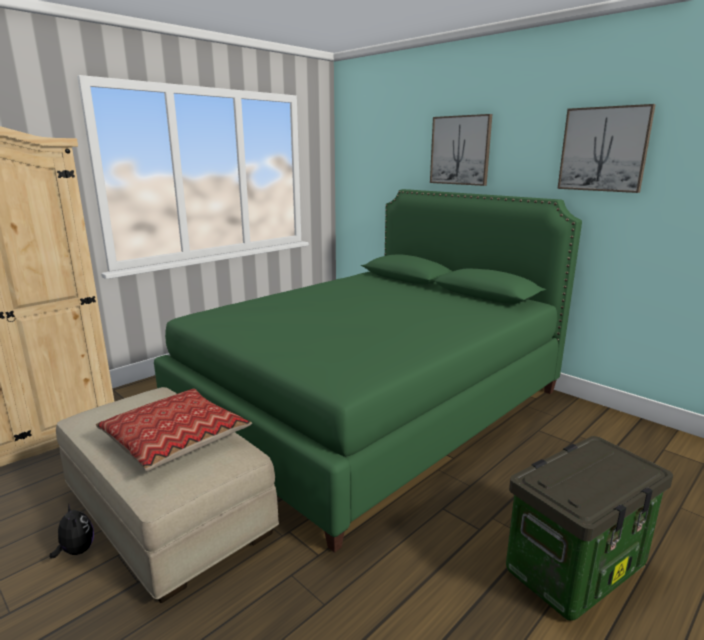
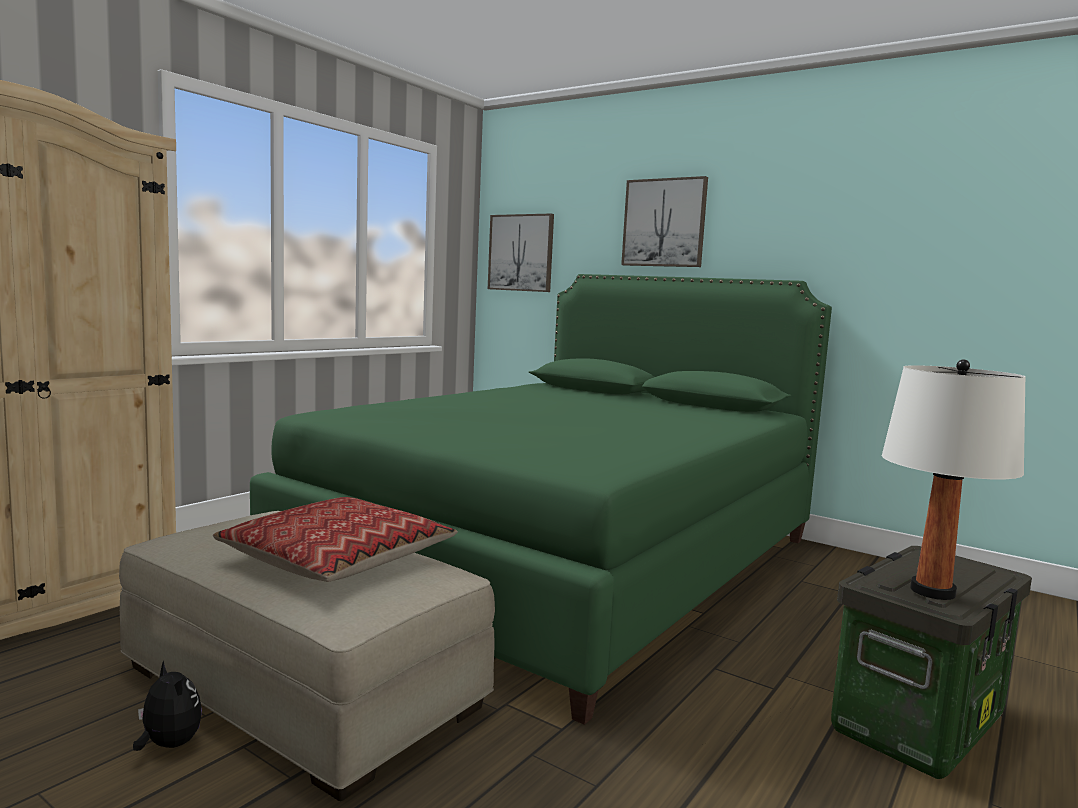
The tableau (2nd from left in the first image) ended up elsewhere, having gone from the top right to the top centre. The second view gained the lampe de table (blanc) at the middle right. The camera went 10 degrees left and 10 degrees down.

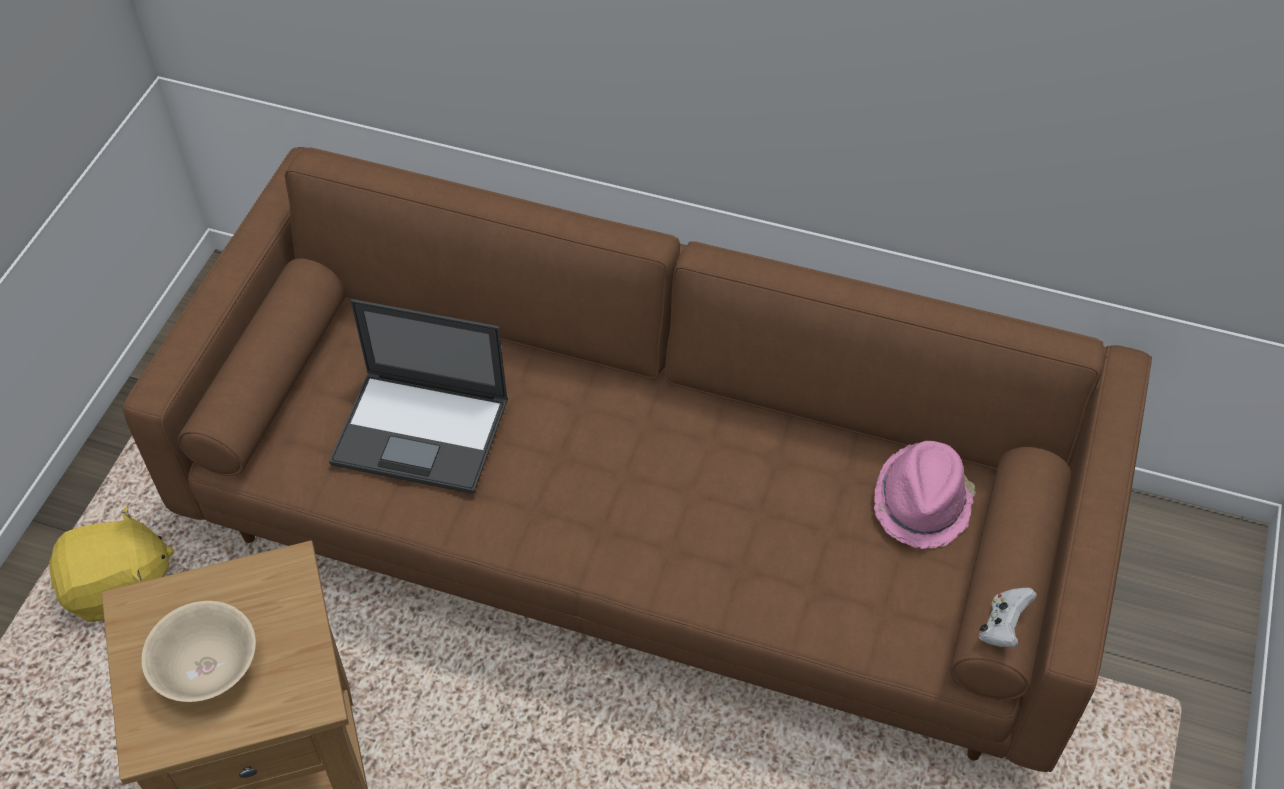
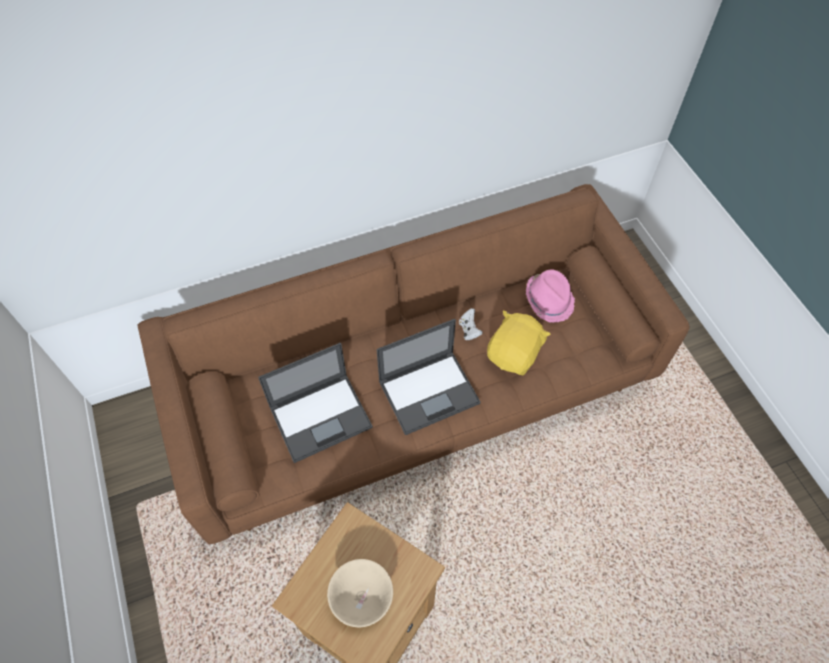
The second view gained the ordinateur portable (2nd from left) at the centre. The manette (blanc) ended up elsewhere, having gone from the bottom right to the centre. The peluche (jaune) ended up elsewhere, having gone from the bottom left to the centre. The camera went 40 degrees left and 5 degrees up.

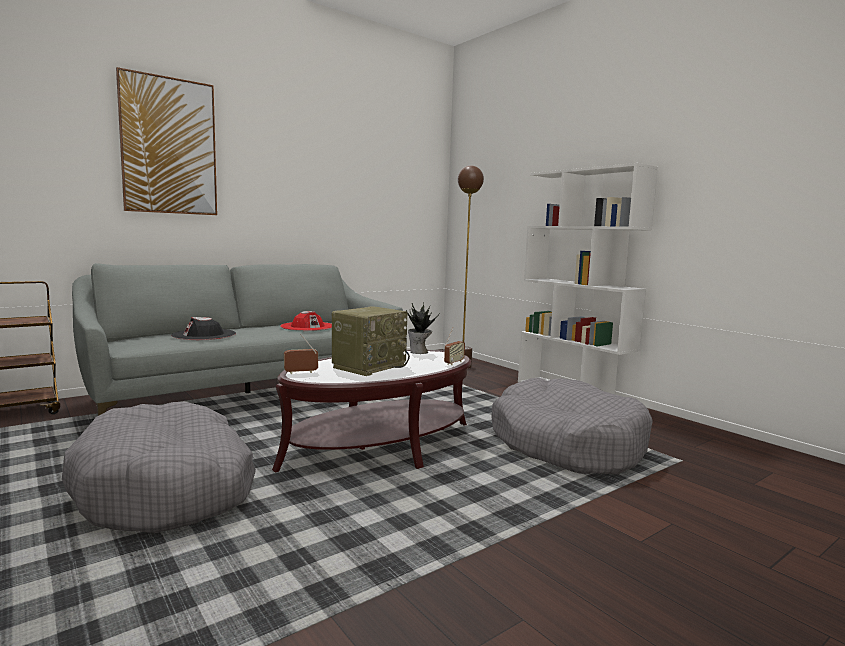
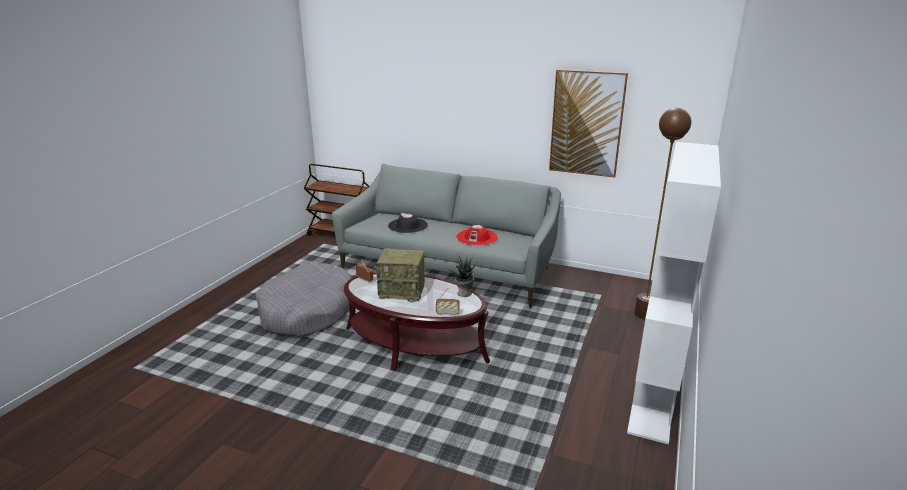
The tableau ended up elsewhere, having gone from the top left to the top centre. The second view lost the panier pour chien (gris) (2nd from left) at the middle right. The camera went 60 degrees right and 15 degrees up.

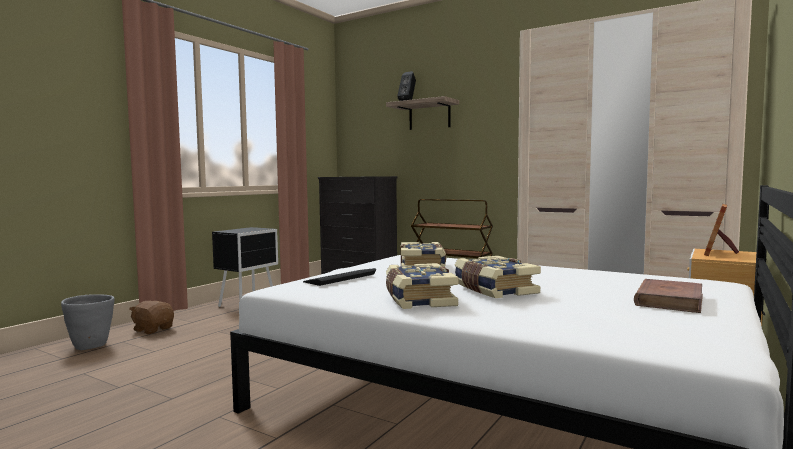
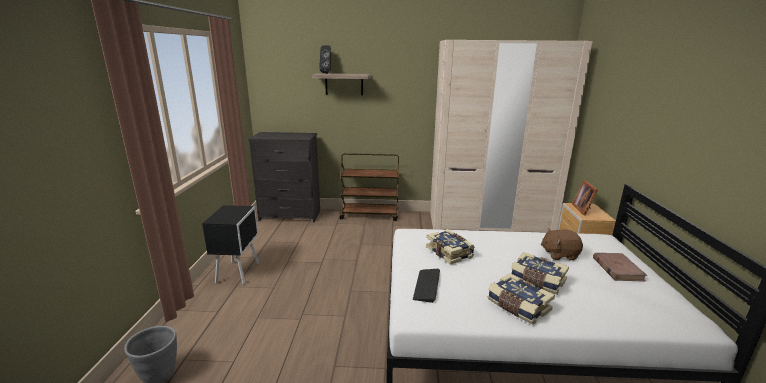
The peluche (marron) ended up elsewhere, having gone from the bottom left to the middle right. The camera went 30 degrees left and 15 degrees up.

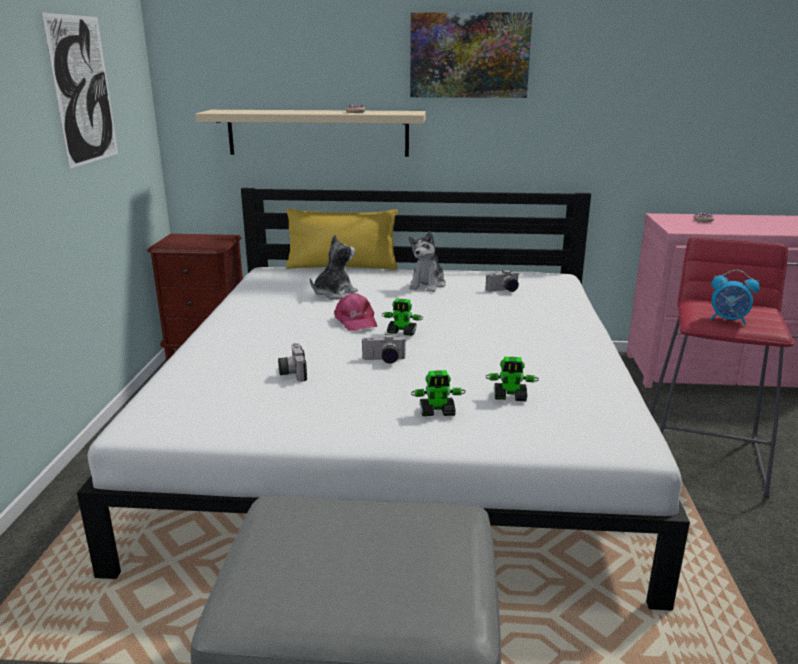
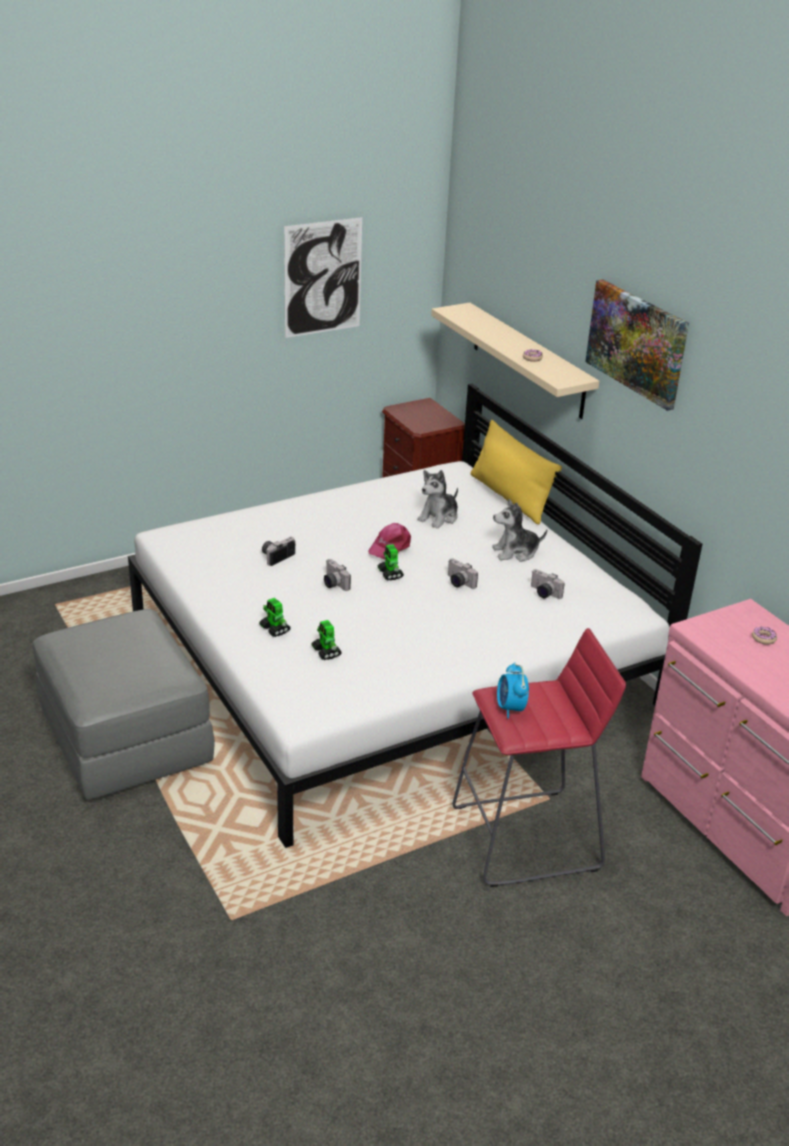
The peluche (1st from left) at the centre ended up facing another way, 120 degrees clockwise from before. The second view gained the appareil photo (3rd from left) at the centre. The camera went 55 degrees right and 10 degrees up.

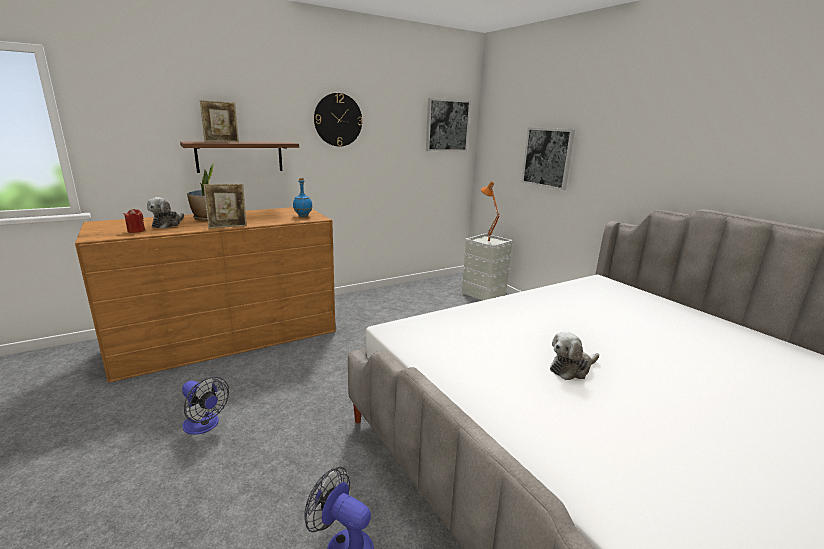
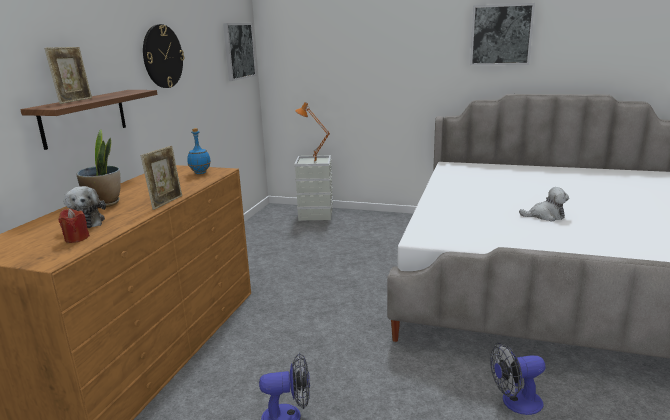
The tableau (2nd from left) ended up elsewhere, having gone from the top centre to the top right. The peluche (2nd from left) at the middle right ended up facing another way, 105 degrees counterclockwise from before. The camera went 40 degrees left and 0 degrees up.

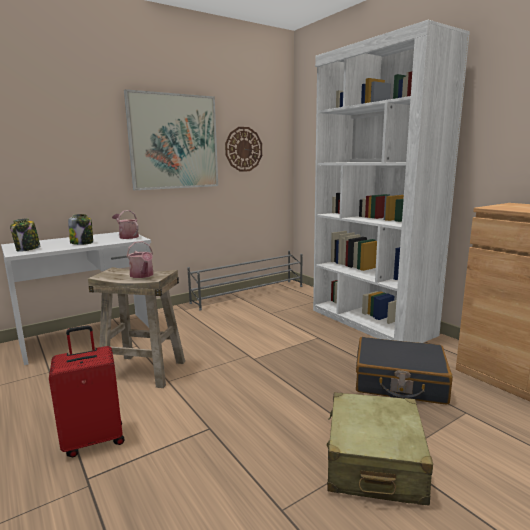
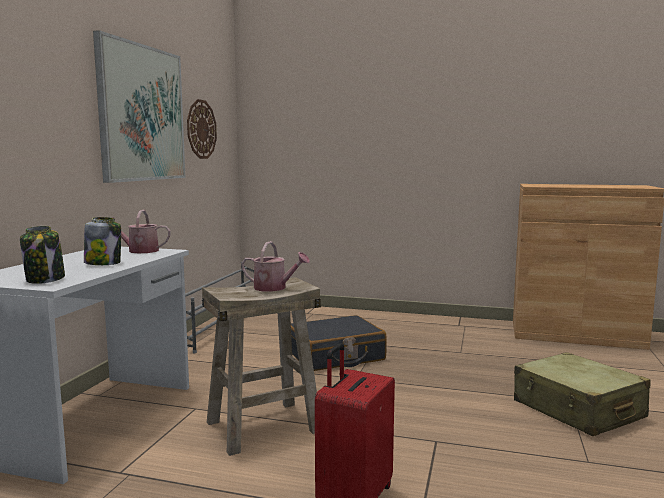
The valise (noir) ended up elsewhere, having gone from the bottom right to the bottom centre. The second view lost the bibliothèque (blanc) at the middle right. The camera went 40 degrees left and 5 degrees down.

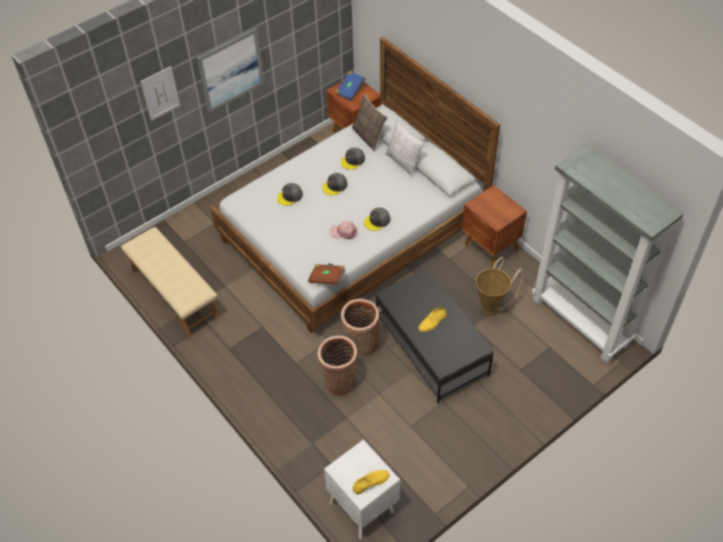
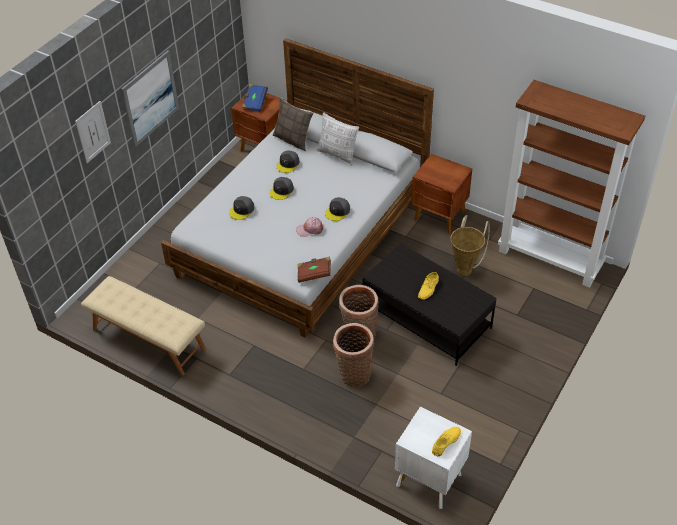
What was the bibliothèque (gris) at the middle right turned into the bibliothèque (marron) at the middle right. The camera went 20 degrees left and 5 degrees down.

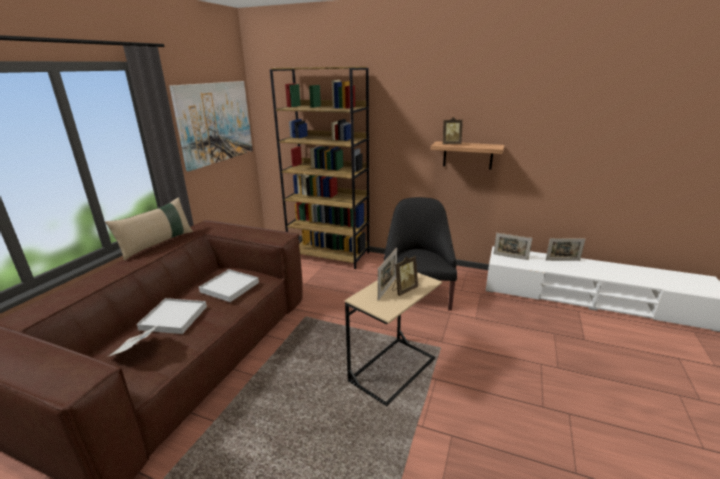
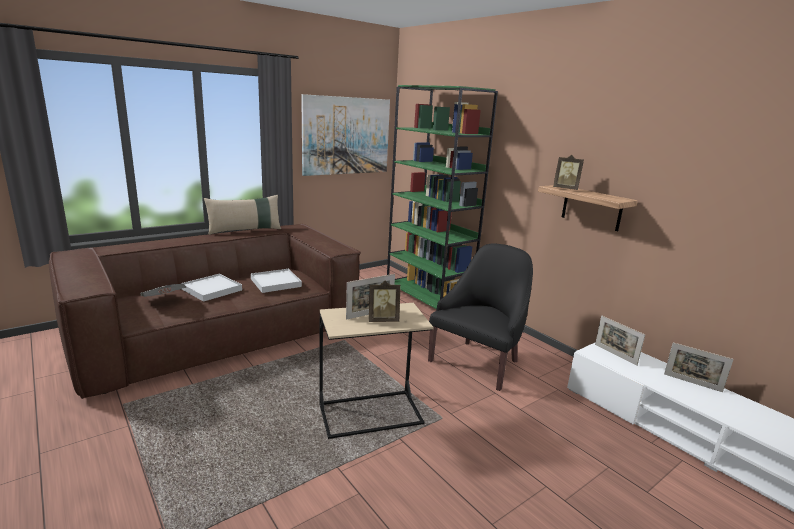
What was the bibliothèque (marron) at the centre turned into the bibliothèque (vert) at the centre. The camera went 30 degrees right and 5 degrees down.

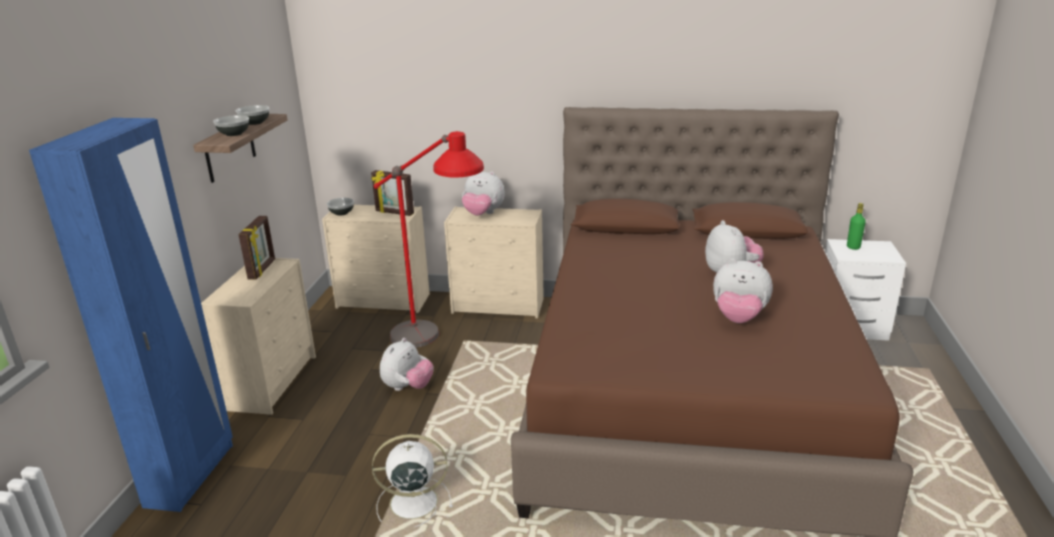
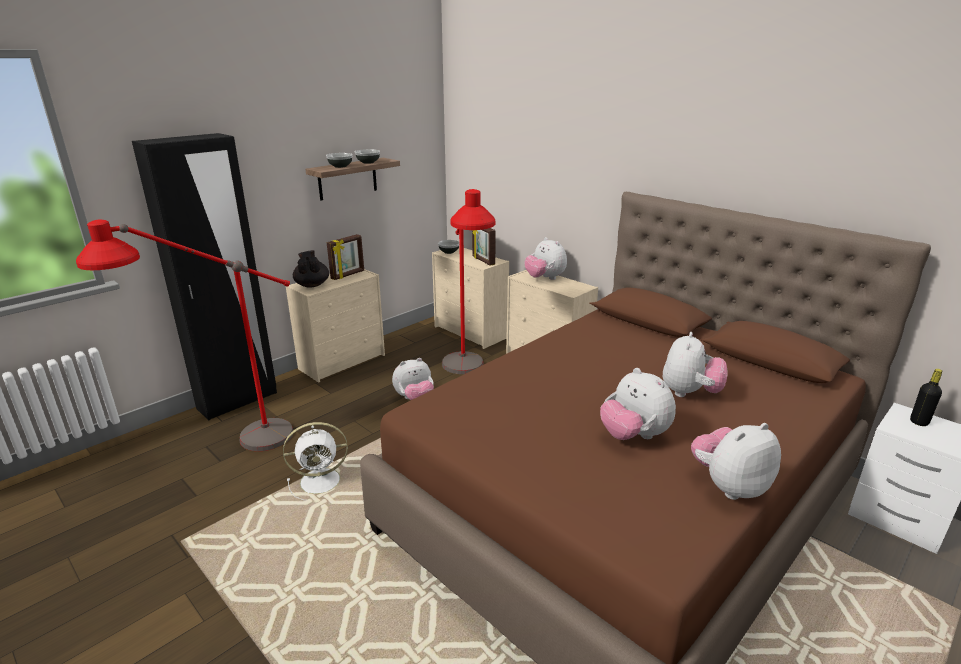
The second view gained the lampadaire (rouge) (1st from left) at the middle left. What was the armoire (bleu) at the middle left turned into the armoire (noir) at the middle left. The ventilateur (blanc) at the bottom centre ended up facing another way, 135 degrees clockwise from before. The second view gained the théière (noir) at the middle left. The second view gained the peluche (5th from left) at the bottom right. What was the bouteille (vert) at the middle right turned into the bouteille (noir) at the middle right. The camera went 35 degrees right and 0 degrees up.

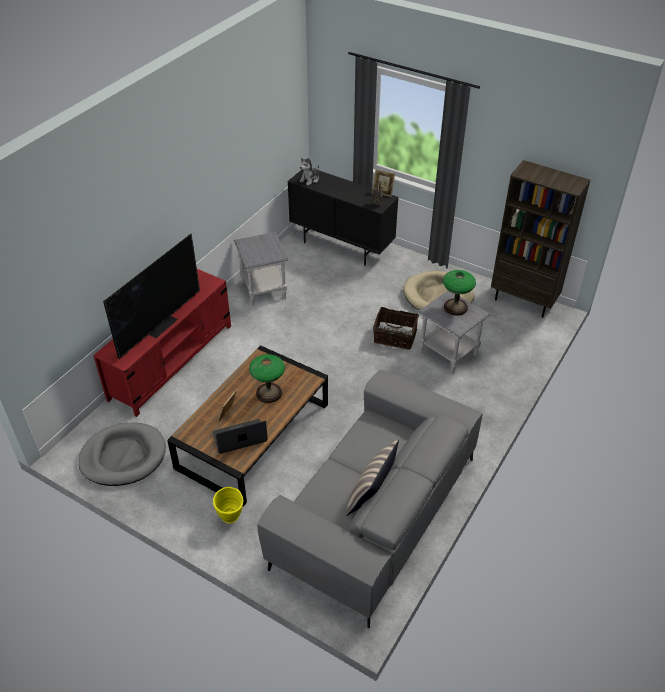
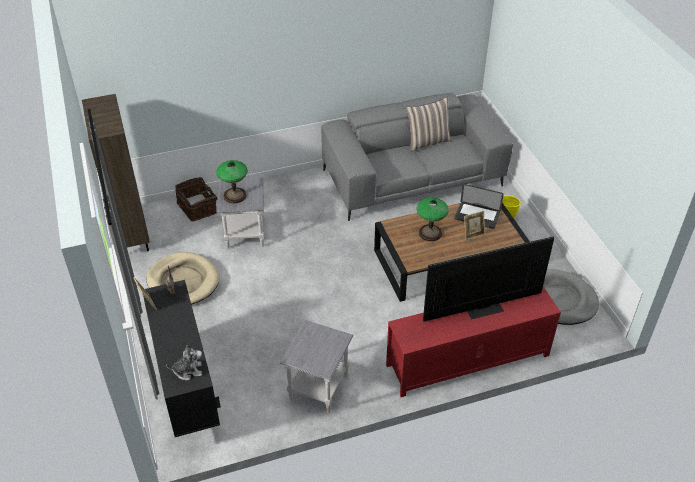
The panier ended up elsewhere, having gone from the centre to the middle left. The camera went 140 degrees left and 0 degrees up.

